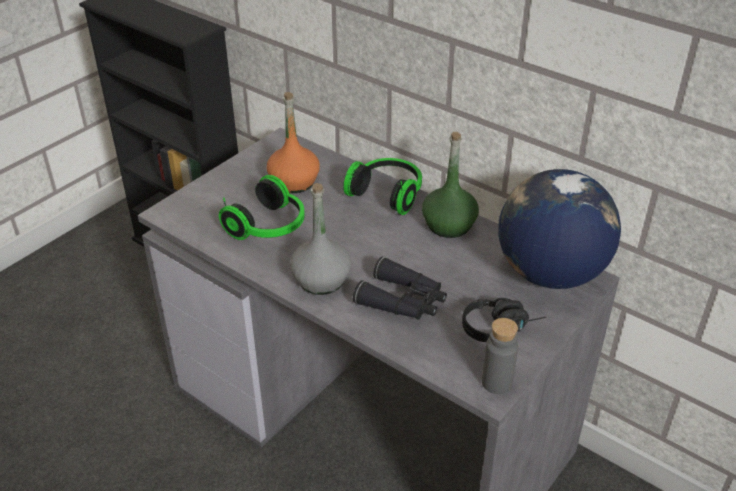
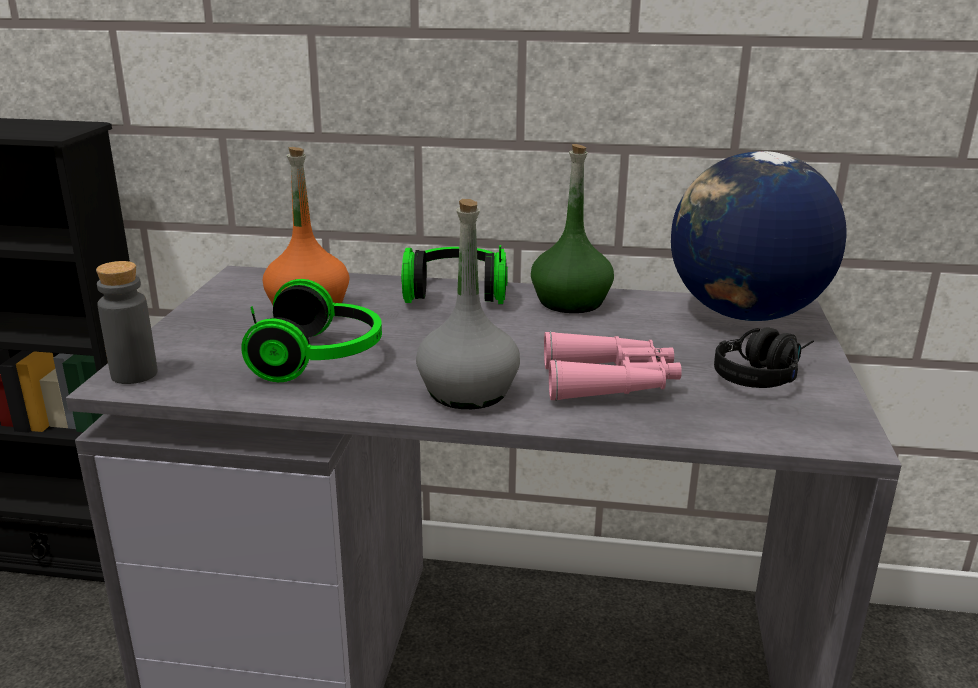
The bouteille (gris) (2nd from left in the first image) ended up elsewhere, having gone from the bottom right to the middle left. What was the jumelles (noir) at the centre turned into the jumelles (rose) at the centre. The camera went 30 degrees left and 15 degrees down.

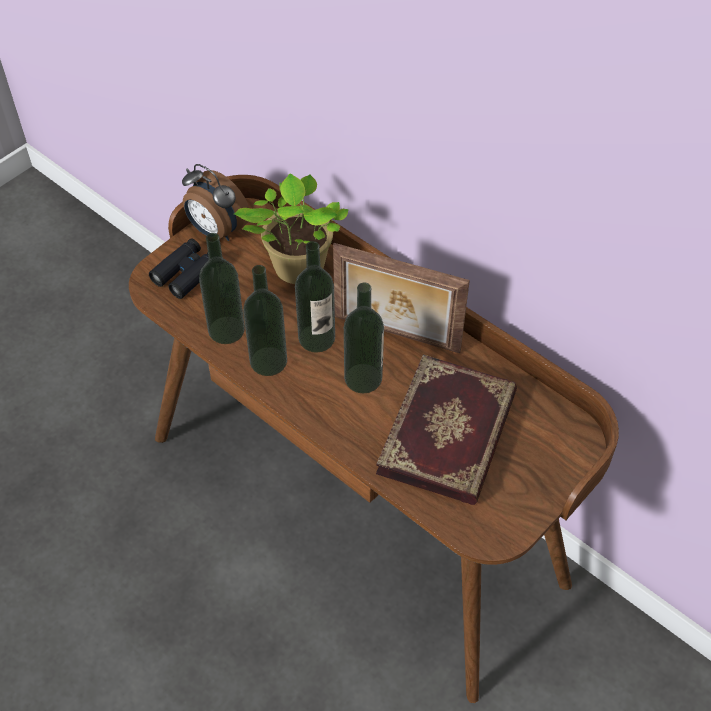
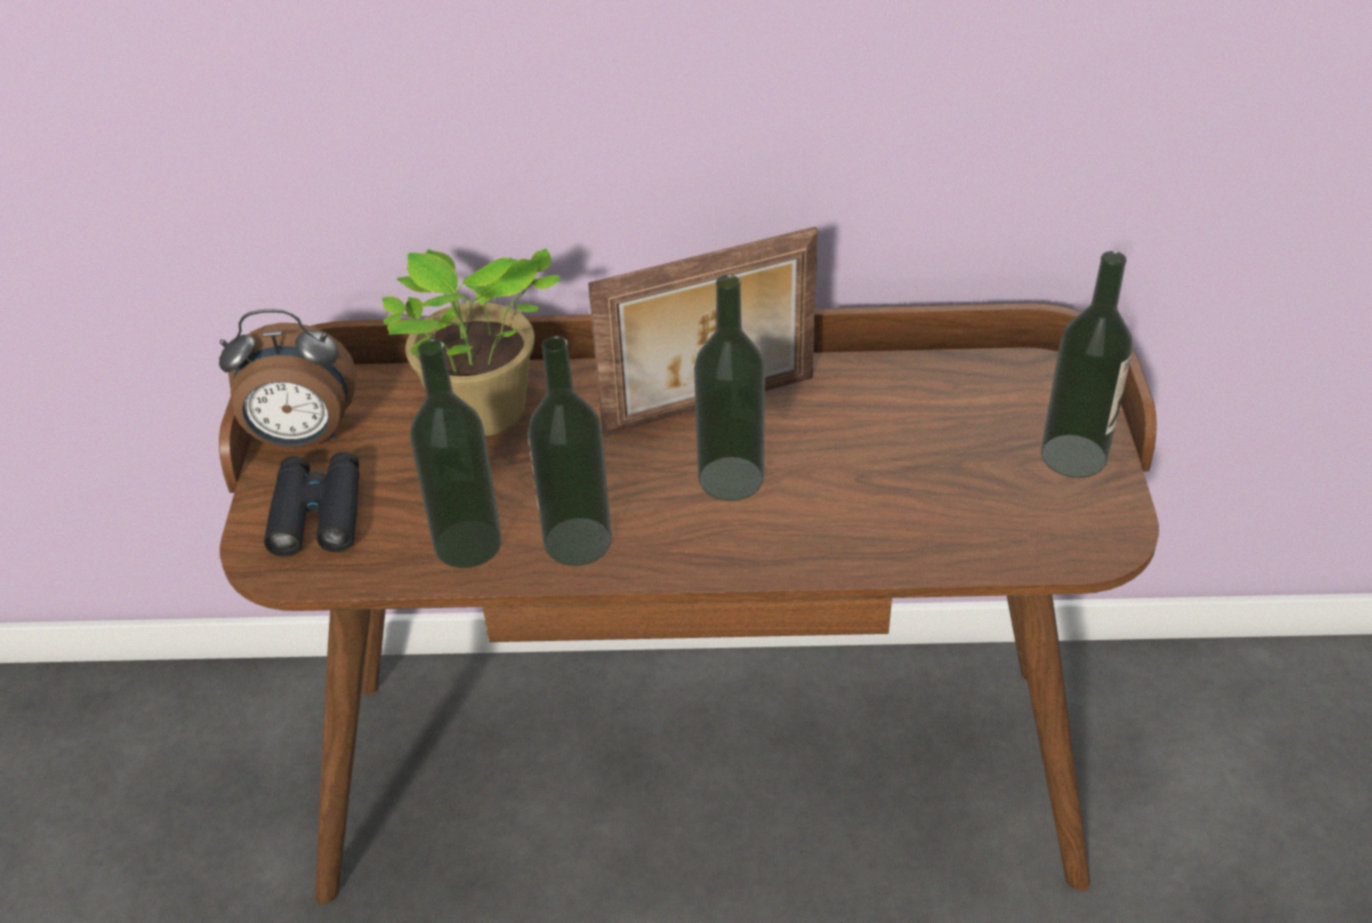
The bouteille (3rd from left in the first image) ended up elsewhere, having gone from the centre to the middle right. The second view lost the livre at the centre. The camera went 40 degrees left and 10 degrees down.

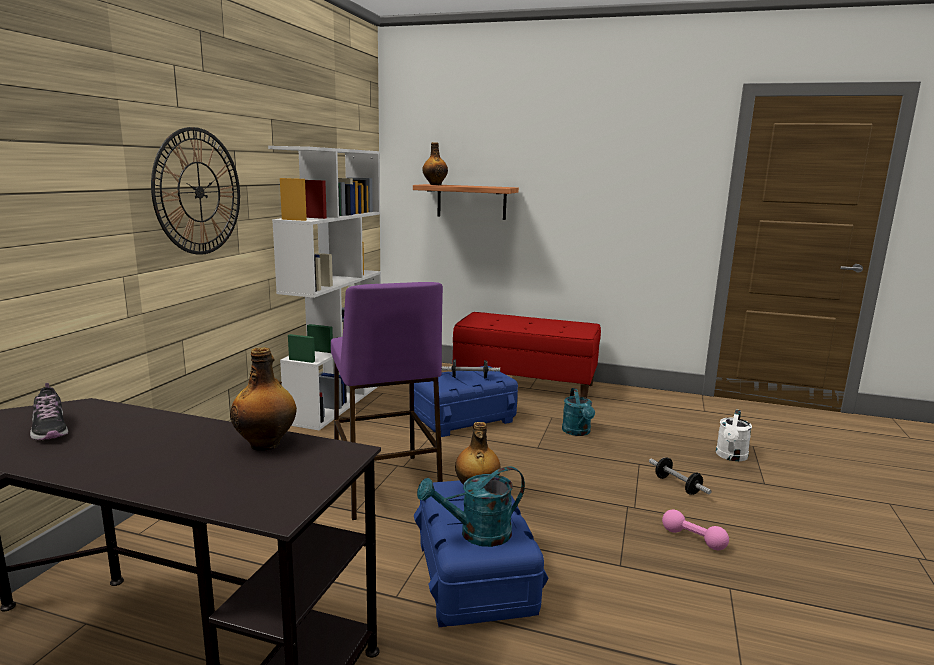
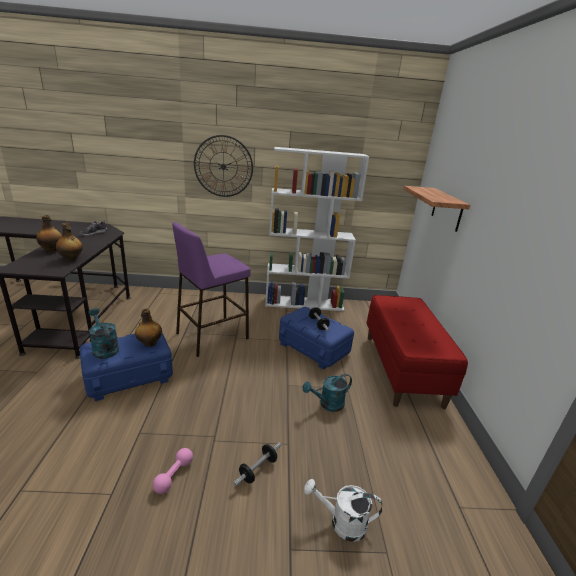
The bouteille (2nd from left in the first image) ended up elsewhere, having gone from the top centre to the middle left. The camera went 70 degrees right and 10 degrees up.

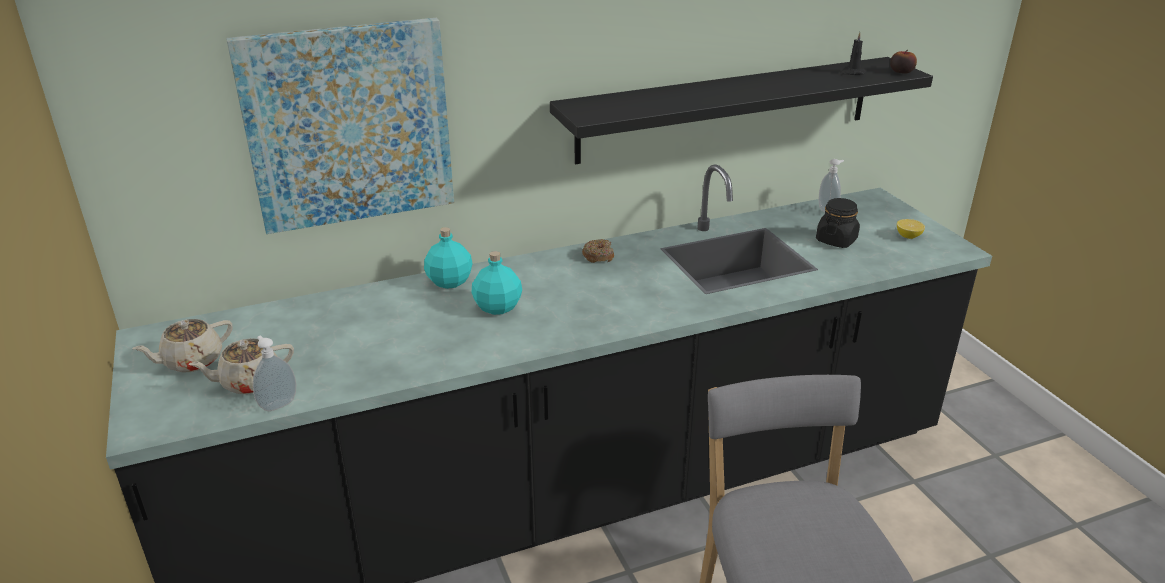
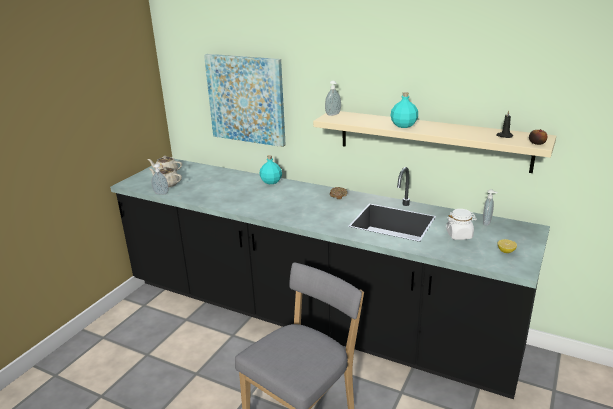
What was the étagère (noir) at the top centre turned into the étagère (beige) at the middle right. The second view gained the distributeur de savon (2nd from left) at the top centre. The bouteille (turquoise) (2nd from left) ended up elsewhere, having gone from the centre to the top centre. What was the bocal (noir) at the middle right turned into the bocal (blanc) at the middle right. The camera went 50 degrees right and 5 degrees down.

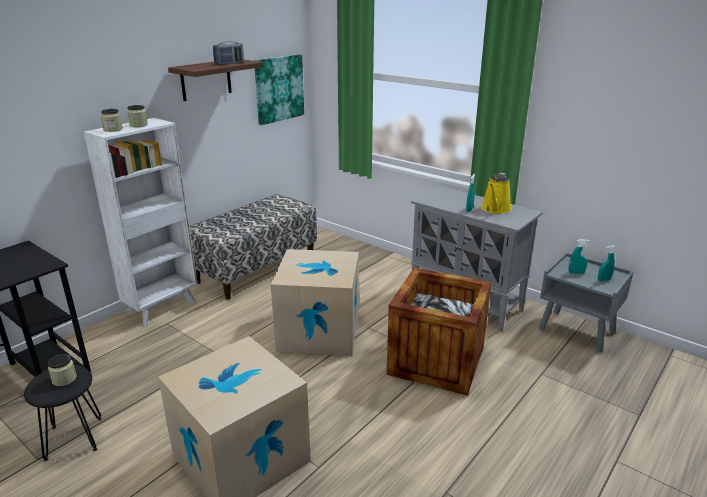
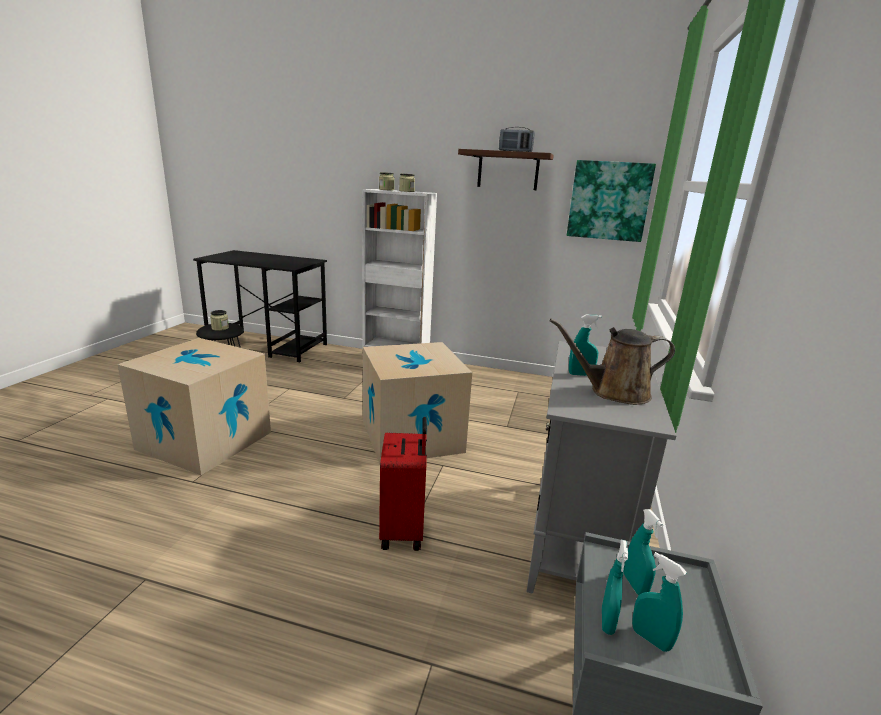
Where the caisse stood at the bottom centre, the valise (rouge) came to stand at the bottom centre. What was the arrosoir (jaune) at the middle right turned into the arrosoir (marron) at the middle right. The second view gained the vaporisateur (turquoise) (2nd from left) at the bottom right. The second view lost the banc at the centre. The camera went 65 degrees right and 5 degrees down.

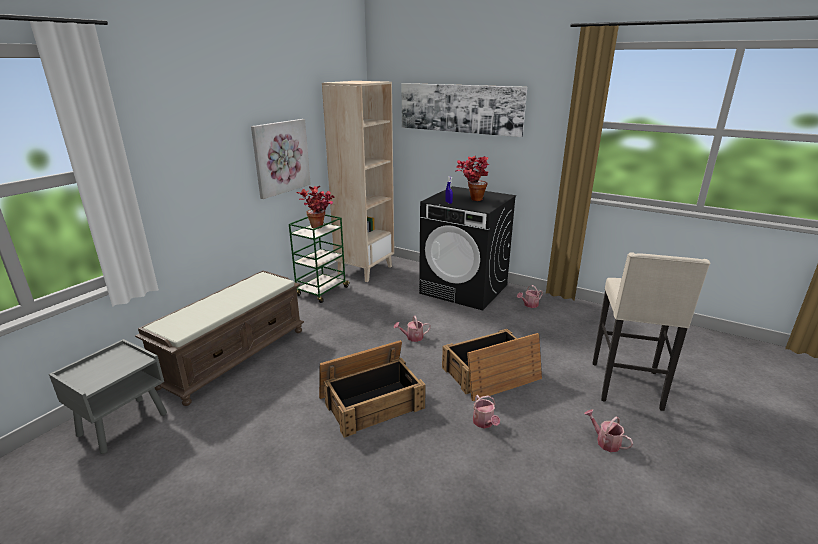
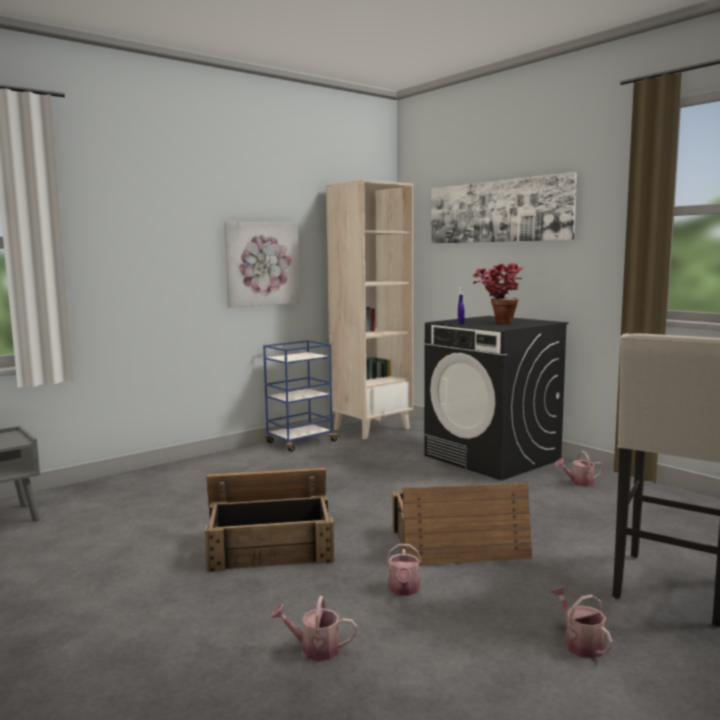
What was the chariot (vert) at the centre turned into the chariot (bleu) at the centre. The arrosoir (1st from left) ended up elsewhere, having gone from the centre to the bottom centre. The second view lost the banc (marron) at the middle left. The second view lost the plante en pot (1st from left) at the centre. The camera went 20 degrees right and 15 degrees down.

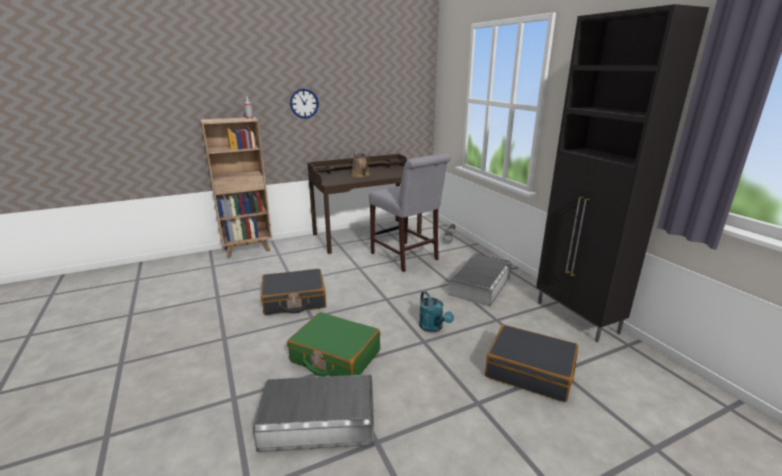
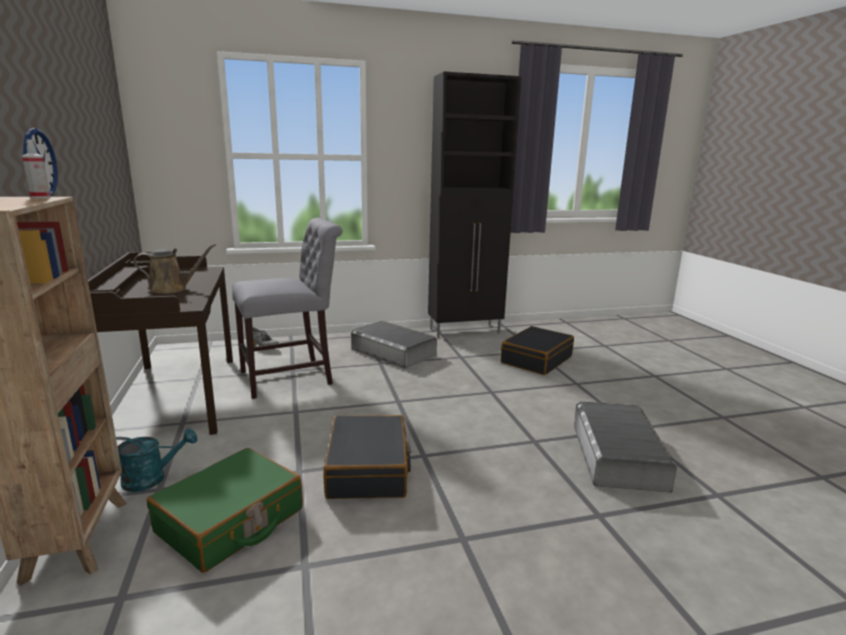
The arrosoir (turquoise) ended up elsewhere, having gone from the centre to the bottom left. The valise (vert) ended up elsewhere, having gone from the bottom centre to the bottom left. The camera went 80 degrees left and 5 degrees down.

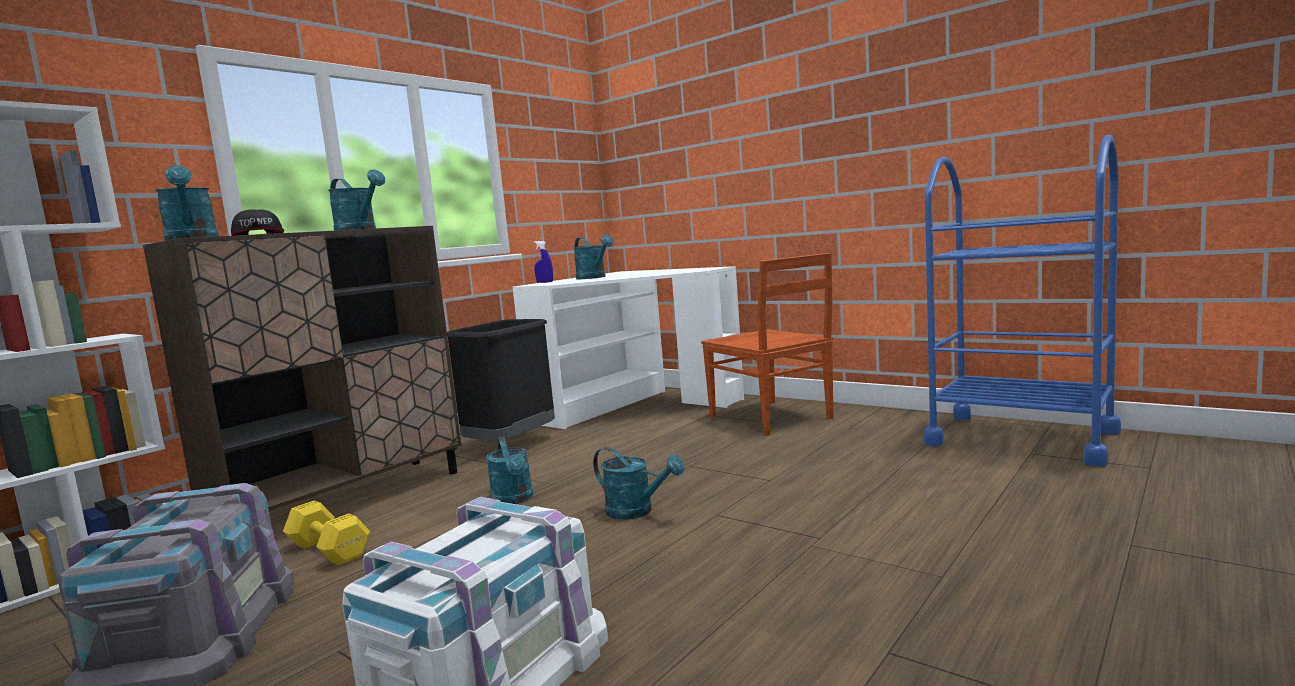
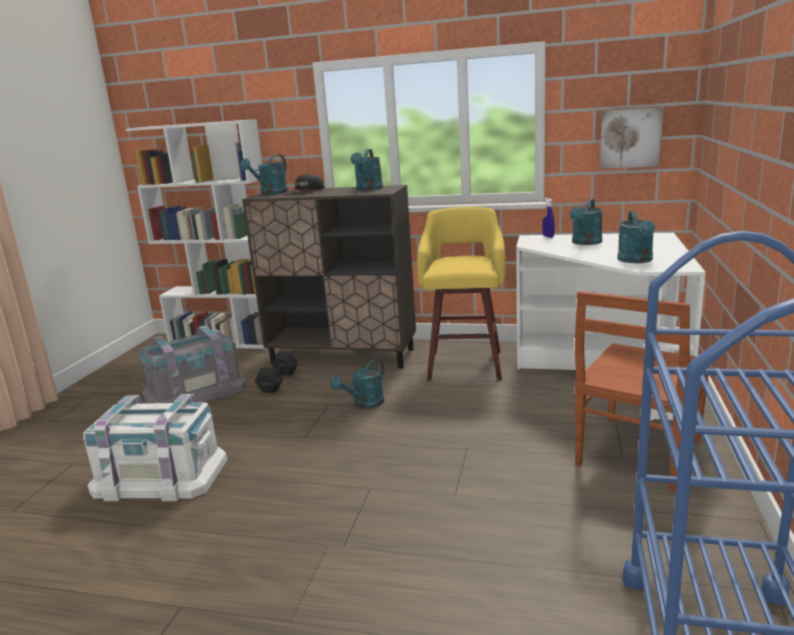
What was the haltère (jaune) at the bottom left turned into the haltère (noir) at the centre. Where the poubelle (noir) stood at the centre, the tabouret (jaune) came to stand at the centre. The second view gained the tableau at the top right. The arrosoir (turquoise) (5th from left) ended up elsewhere, having gone from the bottom centre to the middle right. The camera went 65 degrees right and 10 degrees up.

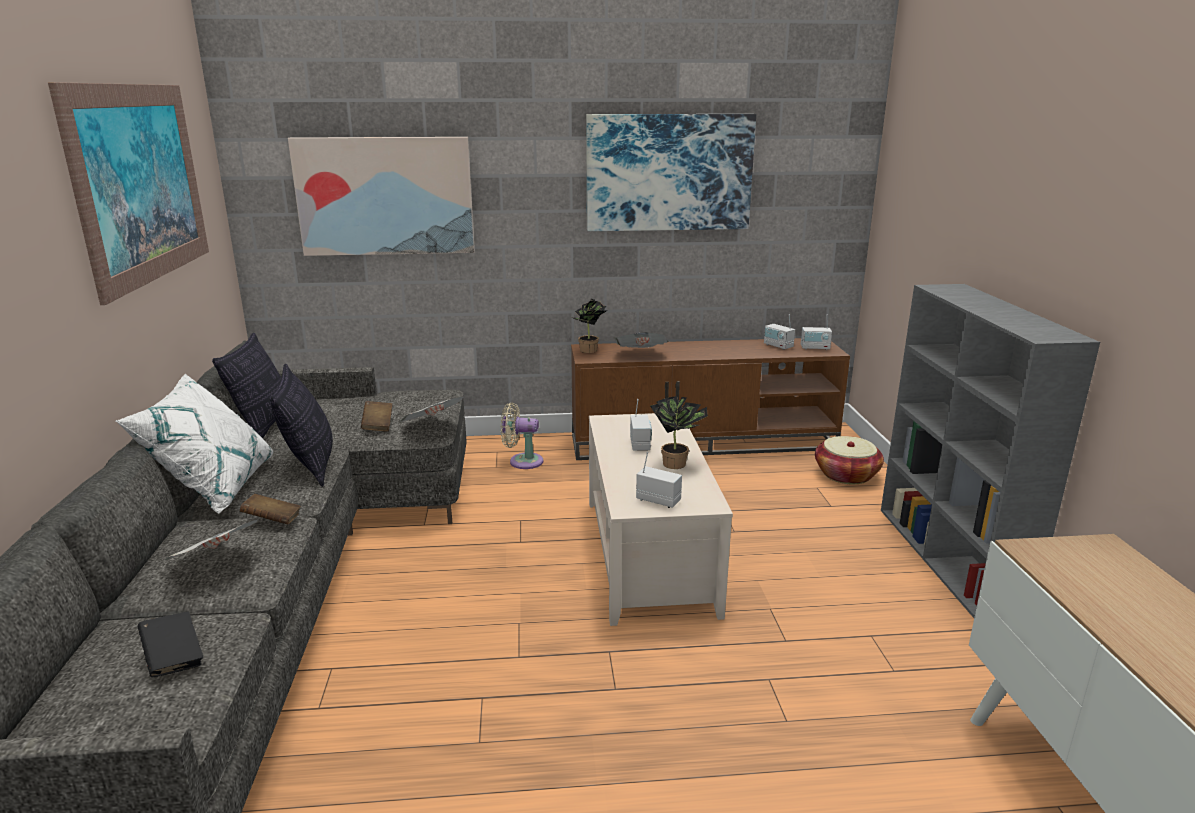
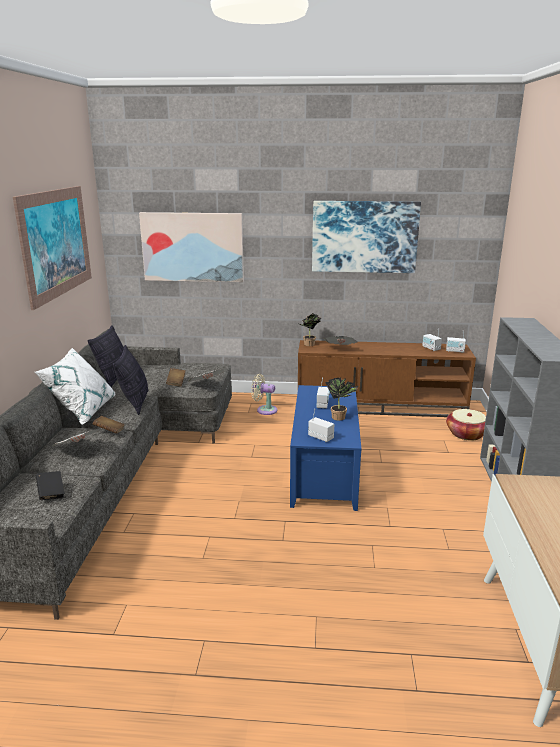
What was the table basse (beige) at the centre turned into the table basse (bleu) at the centre. The camera went 10 degrees right and 0 degrees up.

